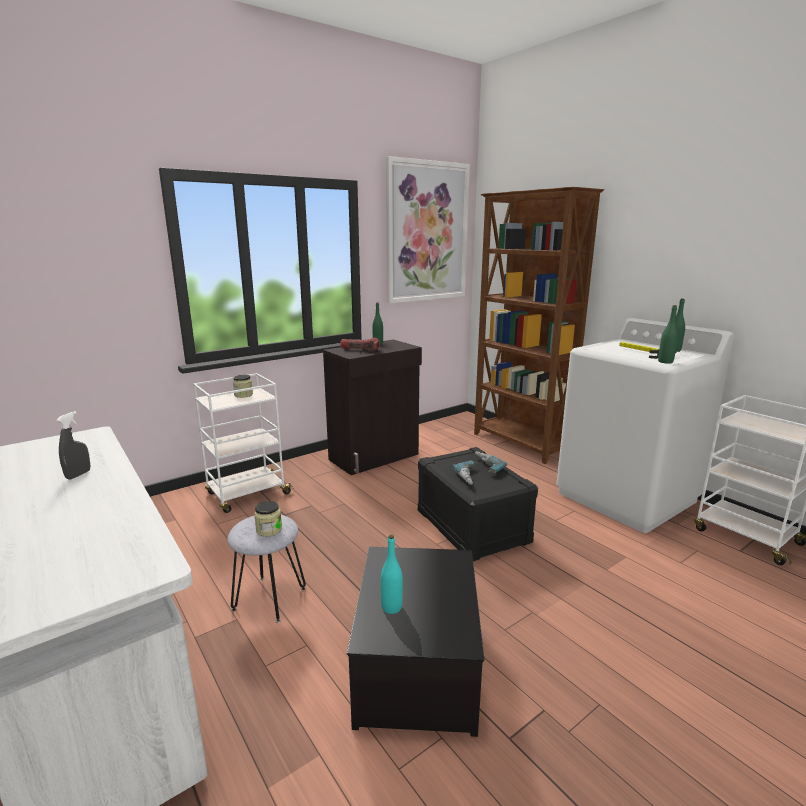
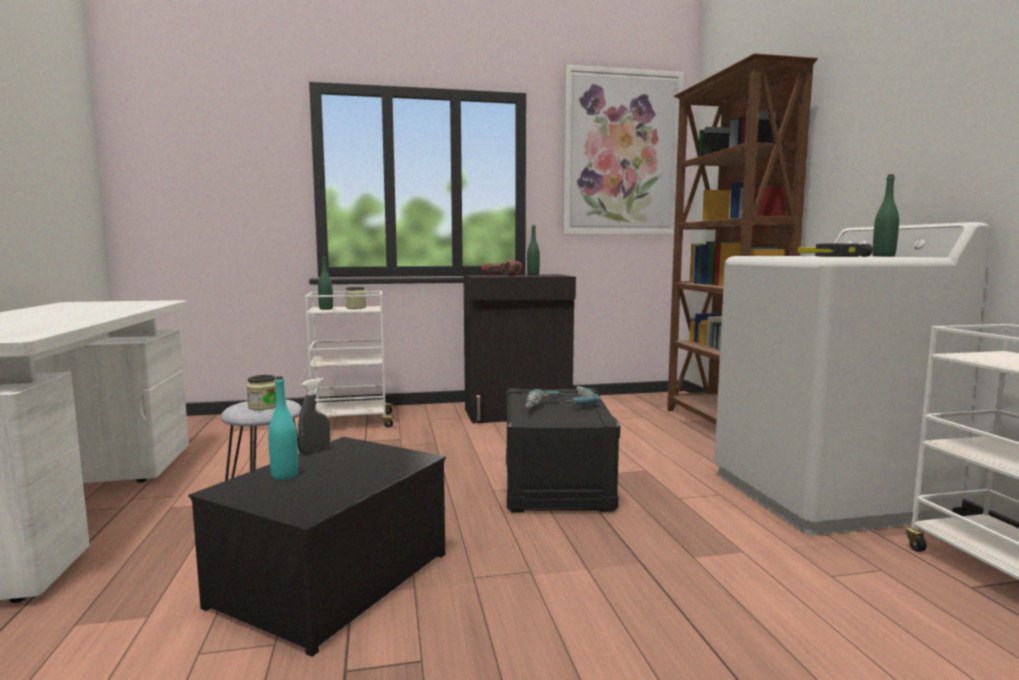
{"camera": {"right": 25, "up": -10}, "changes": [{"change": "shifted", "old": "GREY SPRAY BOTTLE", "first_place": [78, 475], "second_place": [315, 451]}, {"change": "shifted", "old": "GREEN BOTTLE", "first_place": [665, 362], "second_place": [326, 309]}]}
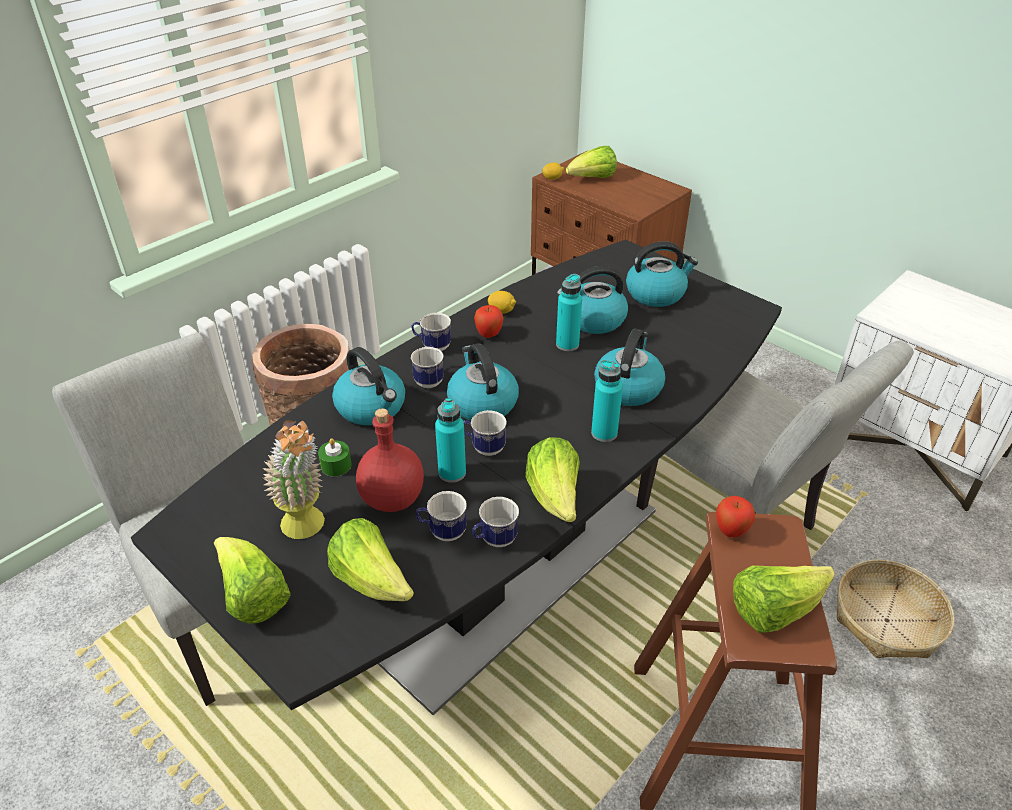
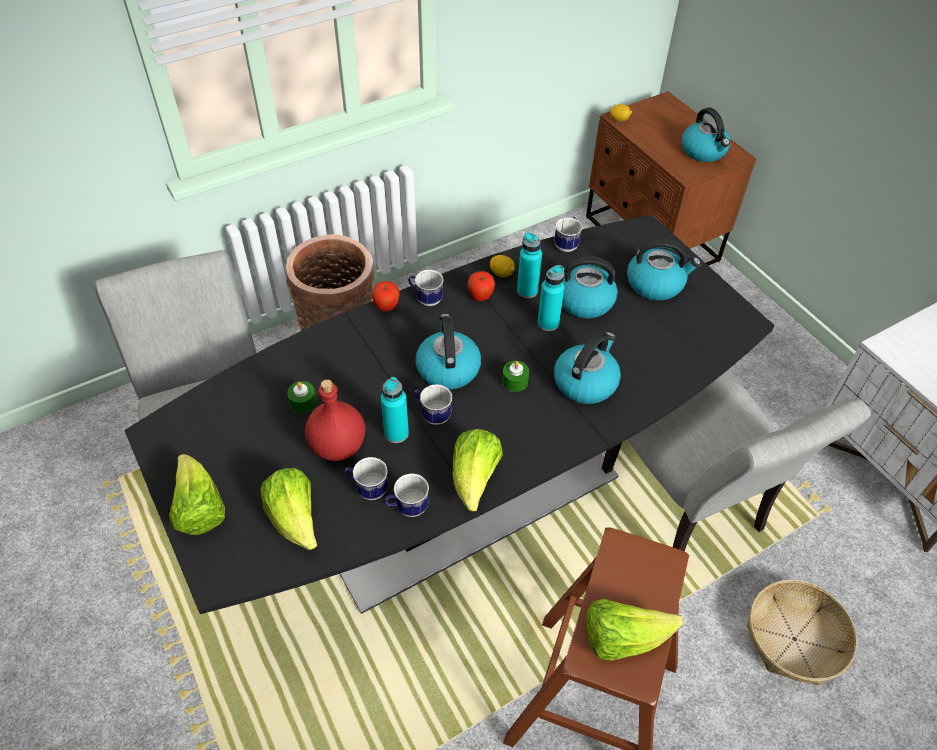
{"camera": {"right": 15, "up": 10}, "changes": [{"change": "gone", "old": "POTTED PLANT", "first_place": [308, 530]}, {"change": "gone", "old": "LETTUCE", "first_place": [592, 179]}, {"change": "new", "new": "GREEN CANDLE", "second_place": [515, 381]}, {"change": "shifted", "old": "KETTLE", "first_place": [372, 407], "second_place": [704, 151]}, {"change": "shifted", "old": "MUG", "first_place": [429, 379], "second_place": [567, 244]}, {"change": "shifted", "old": "TURQUOISE BOTTLE", "first_place": [604, 433], "second_place": [527, 291]}, {"change": "shifted", "old": "APPLE", "first_place": [731, 531], "second_place": [386, 307]}]}
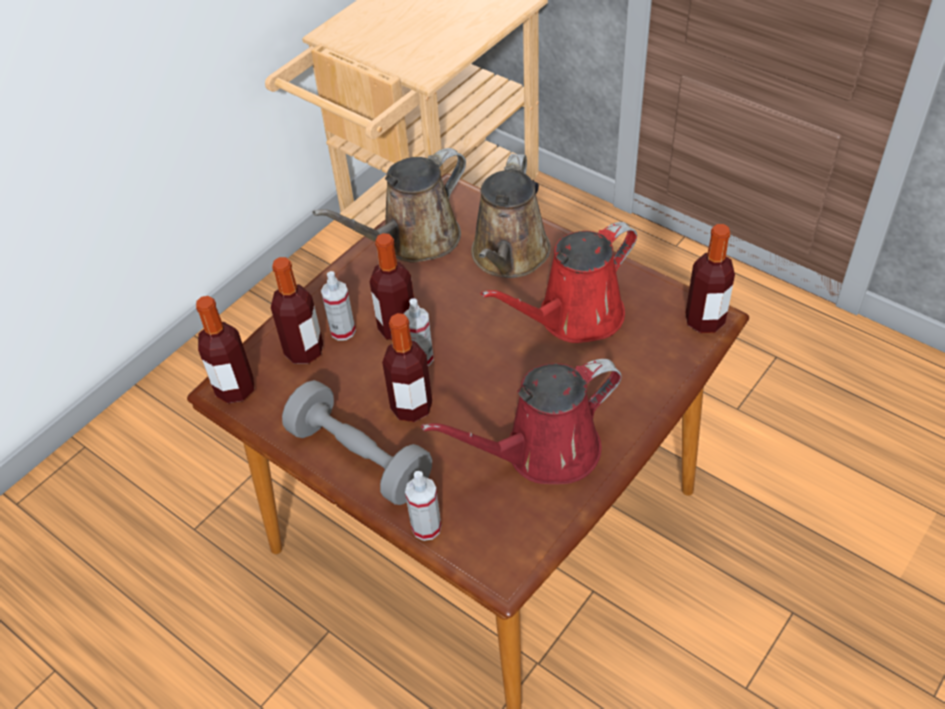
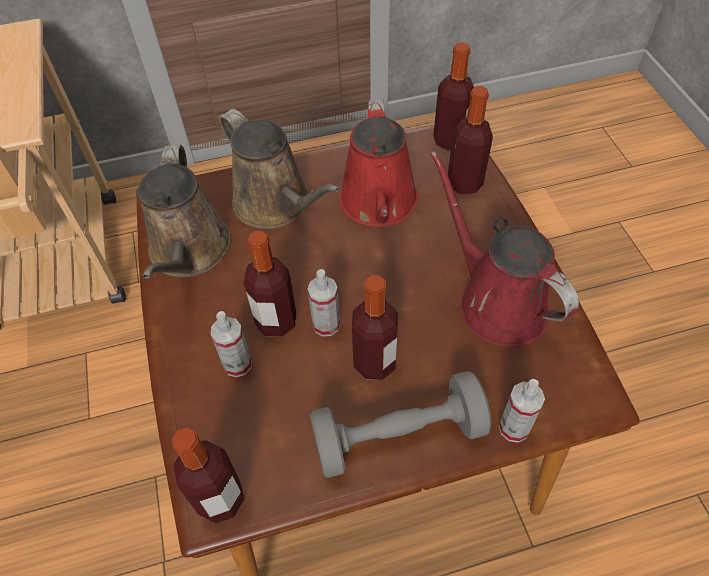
{"camera": {"right": -55, "up": 5}, "changes": [{"change": "shifted", "old": "BOTTLE", "first_place": [304, 351], "second_place": [464, 184]}, {"change": "rotated", "old": "RED WATERING CAN", "first_place": [543, 452], "second_place": [496, 301], "degrees": 135}]}
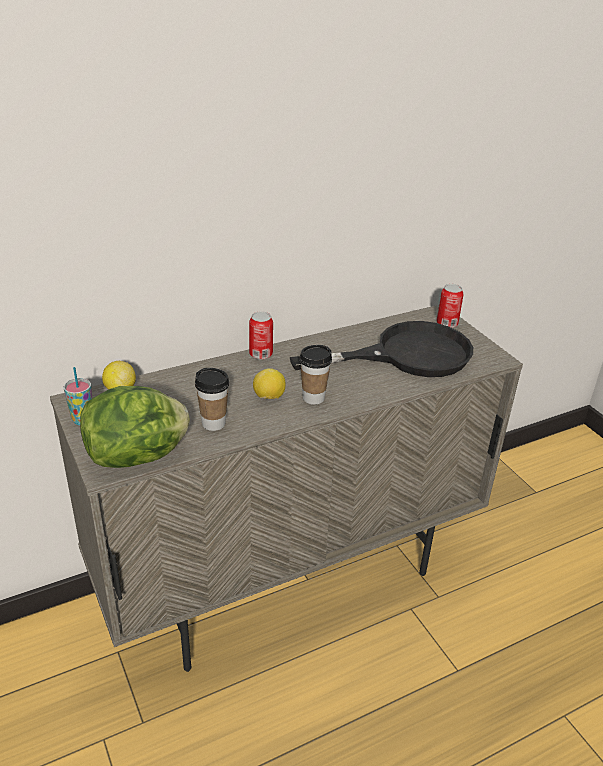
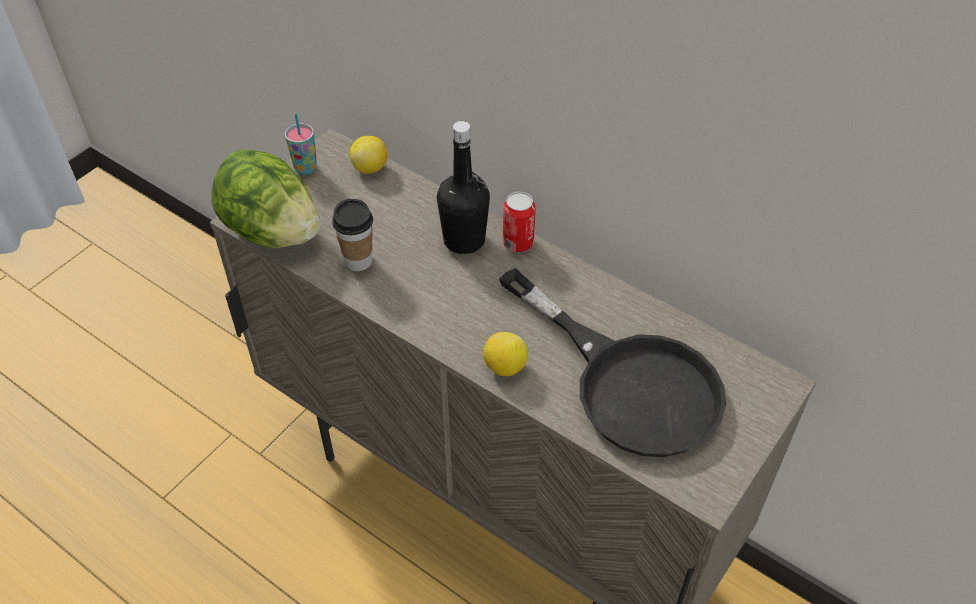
{"camera": {"right": 65, "up": 15}, "changes": [{"change": "gone", "old": "CUP", "first_place": [313, 398]}, {"change": "gone", "old": "CAN", "first_place": [447, 324]}, {"change": "new", "new": "BLACK BOTTLE", "second_place": [464, 240]}, {"change": "shifted", "old": "LEMON", "first_place": [269, 397], "second_place": [504, 367]}]}
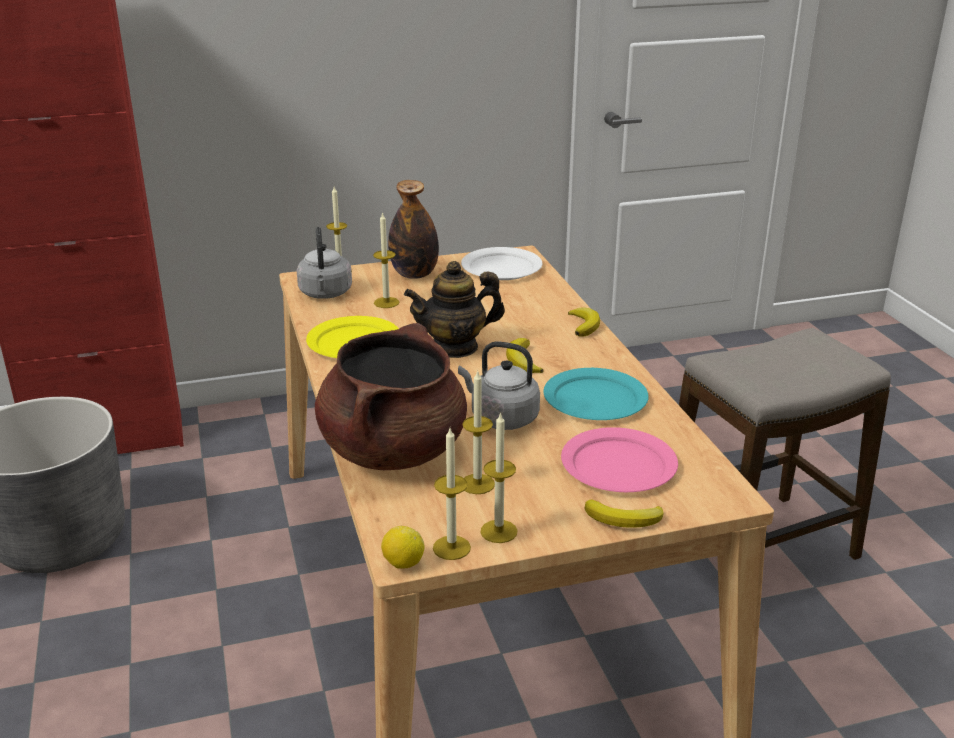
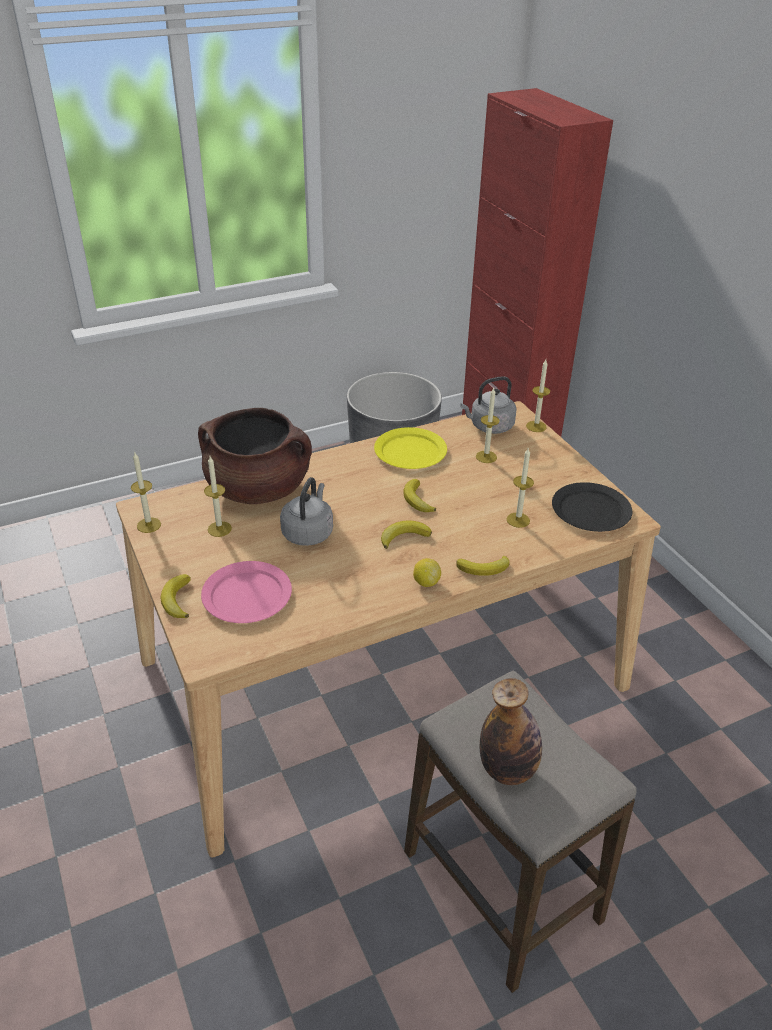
{"camera": {"right": 80, "up": 10}, "changes": [{"change": "gone", "old": "TURQUOISE PLATE", "first_place": [594, 399]}, {"change": "shifted", "old": "LEMON", "first_place": [403, 563], "second_place": [426, 582]}, {"change": "shifted", "old": "BOTTLE", "first_place": [414, 274], "second_place": [507, 769]}, {"change": "shifted", "old": "CANDLE", "first_place": [498, 531], "second_place": [518, 520]}, {"change": "swapped", "old": "TEAPOT", "new": "BANANA", "first_place": [455, 347], "second_place": [417, 500]}, {"change": "repainted", "old": "WHITE PLATE", "new": "BLACK PLATE", "first_place": [501, 267], "second_place": [591, 510]}]}
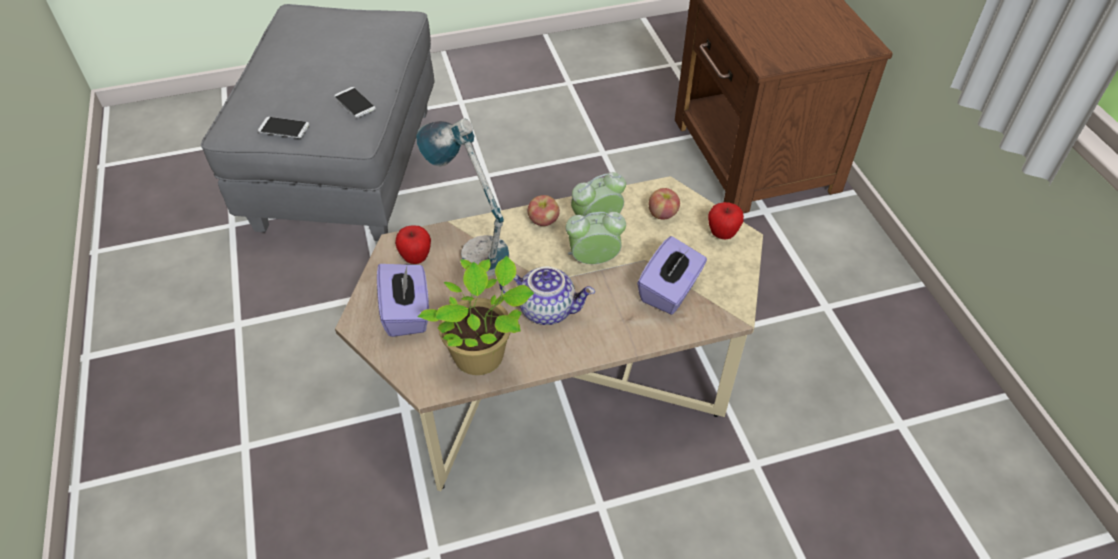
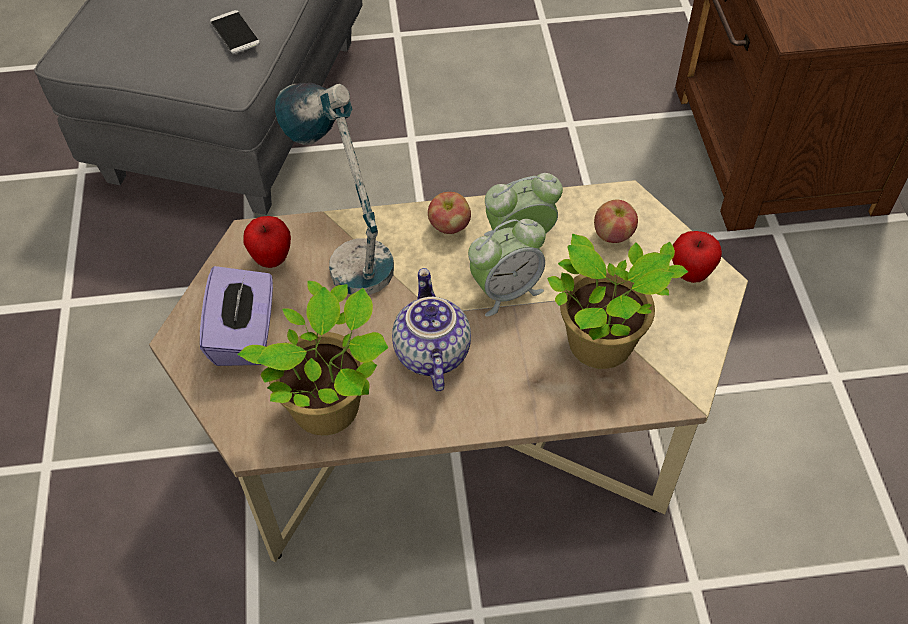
{"camera": {"right": 10, "up": 5}, "changes": [{"change": "gone", "old": "PHONE", "first_place": [284, 128]}, {"change": "swapped", "old": "PURPLE TISSUE BOX", "new": "POTTED PLANT", "first_place": [670, 291], "second_place": [601, 348]}, {"change": "rotated", "old": "TEAPOT", "first_place": [547, 309], "second_place": [430, 352], "degrees": -120}, {"change": "rotated", "old": "ALARM CLOCK", "first_place": [594, 260], "second_place": [506, 290], "degrees": 150}]}
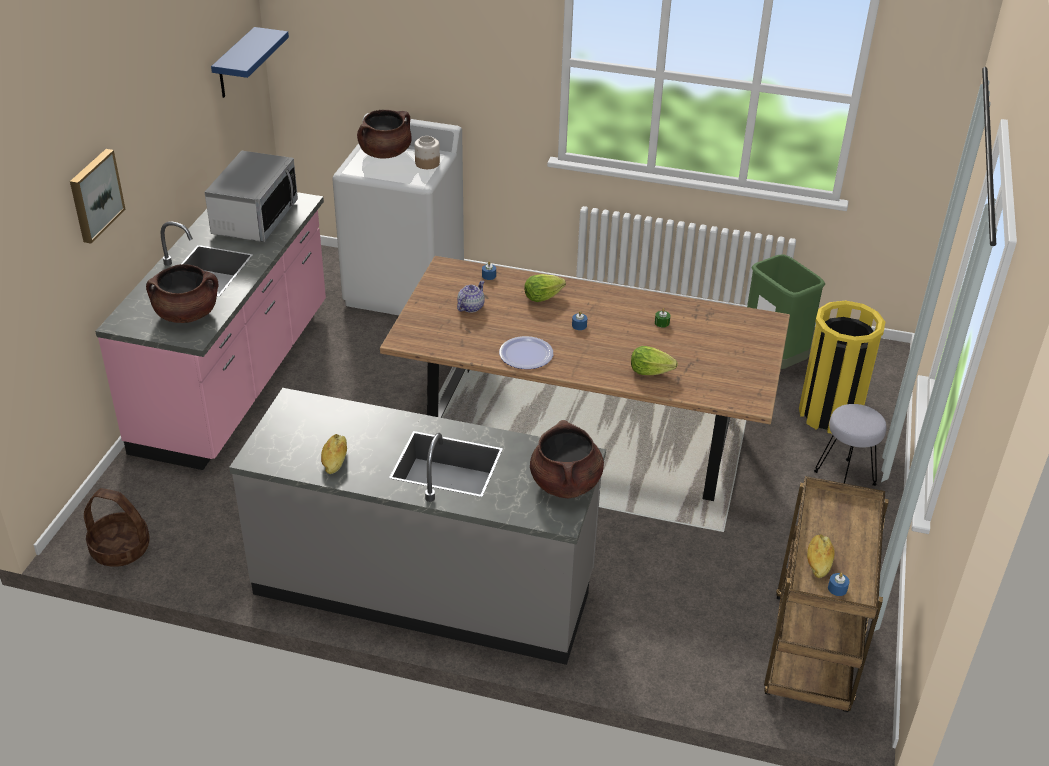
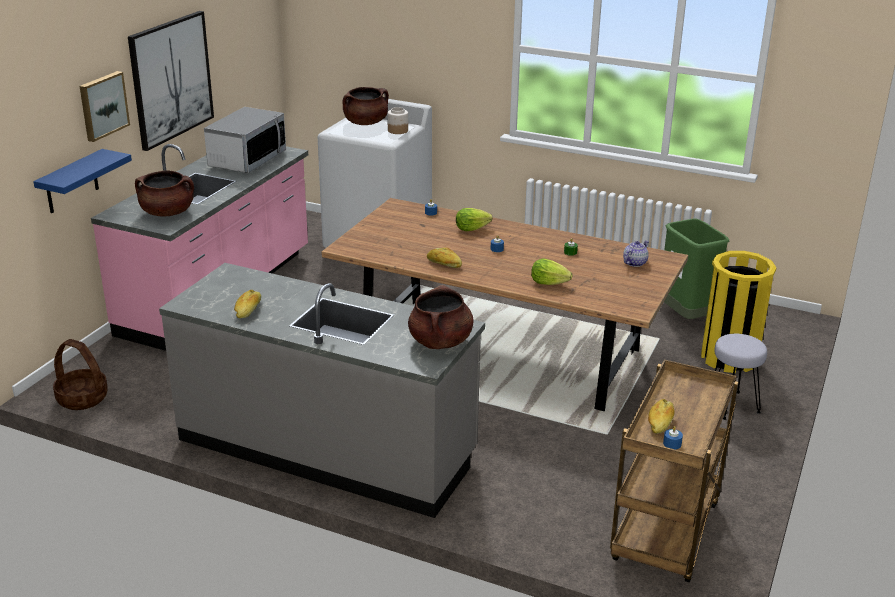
{"camera": {"right": 10, "up": -10}, "changes": [{"change": "new", "new": "PICTURE", "second_place": [171, 79]}, {"change": "shifted", "old": "BLUE SHELF", "first_place": [235, 64], "second_place": [71, 182]}, {"change": "shifted", "old": "TEAPOT", "first_place": [470, 307], "second_place": [634, 263]}, {"change": "swapped", "old": "PLATE", "new": "BREAD", "first_place": [526, 354], "second_place": [444, 264]}]}
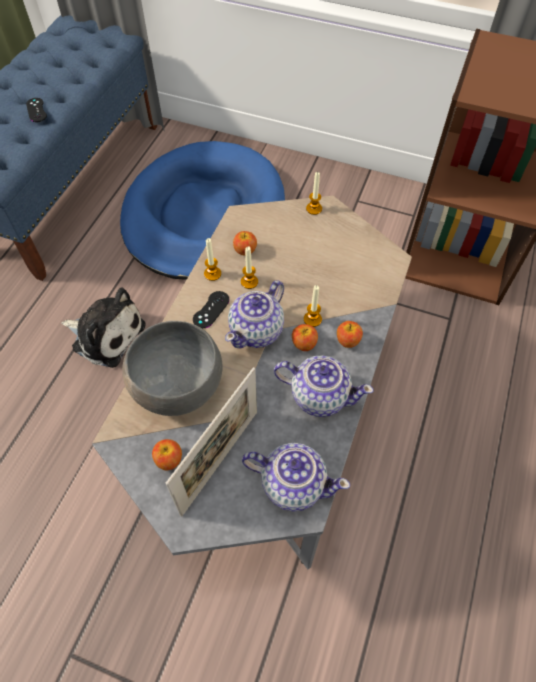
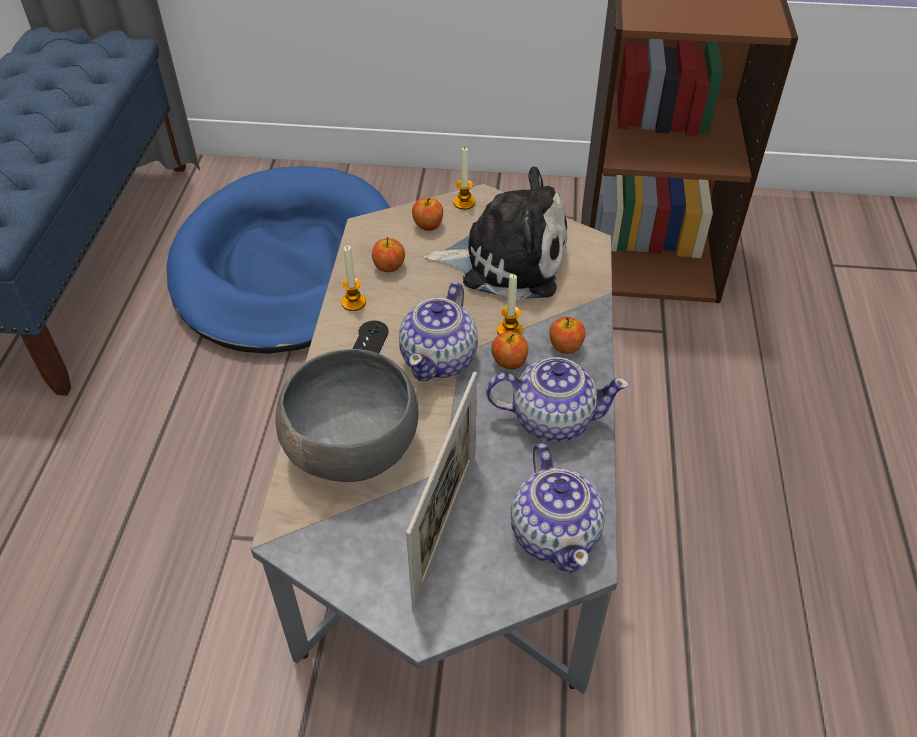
{"camera": {"right": -15, "up": -10}, "changes": [{"change": "gone", "old": "BLACK GAME CONTROLLER", "first_place": [36, 110]}, {"change": "gone", "old": "CANDLE", "first_place": [249, 282]}, {"change": "shifted", "old": "PLUSH TOY", "first_place": [106, 334], "second_place": [506, 260]}, {"change": "shifted", "old": "APPLE", "first_place": [169, 459], "second_place": [428, 225]}, {"change": "rotated", "old": "TEAPOT", "first_place": [292, 483], "second_place": [555, 533], "degrees": 75}]}
